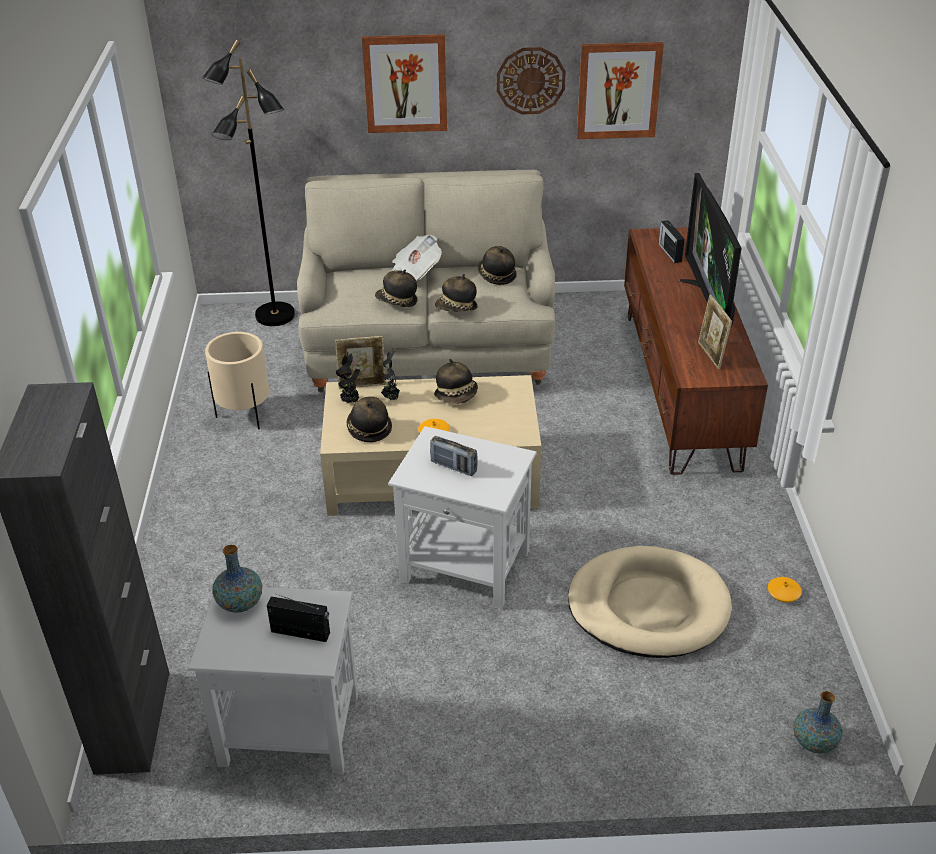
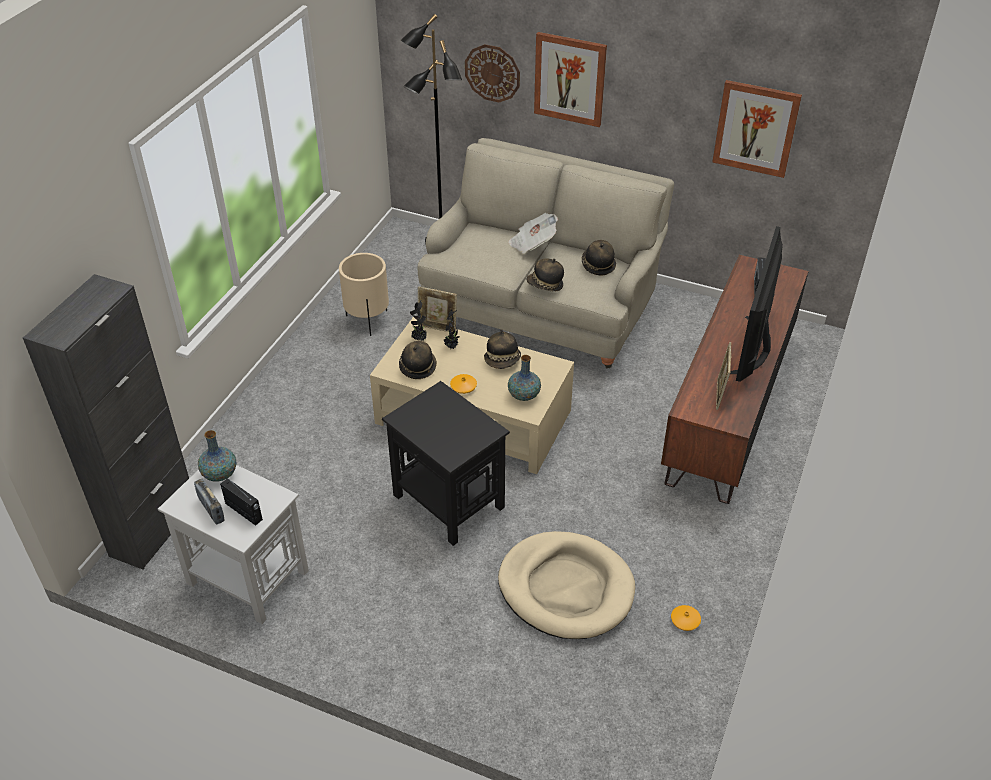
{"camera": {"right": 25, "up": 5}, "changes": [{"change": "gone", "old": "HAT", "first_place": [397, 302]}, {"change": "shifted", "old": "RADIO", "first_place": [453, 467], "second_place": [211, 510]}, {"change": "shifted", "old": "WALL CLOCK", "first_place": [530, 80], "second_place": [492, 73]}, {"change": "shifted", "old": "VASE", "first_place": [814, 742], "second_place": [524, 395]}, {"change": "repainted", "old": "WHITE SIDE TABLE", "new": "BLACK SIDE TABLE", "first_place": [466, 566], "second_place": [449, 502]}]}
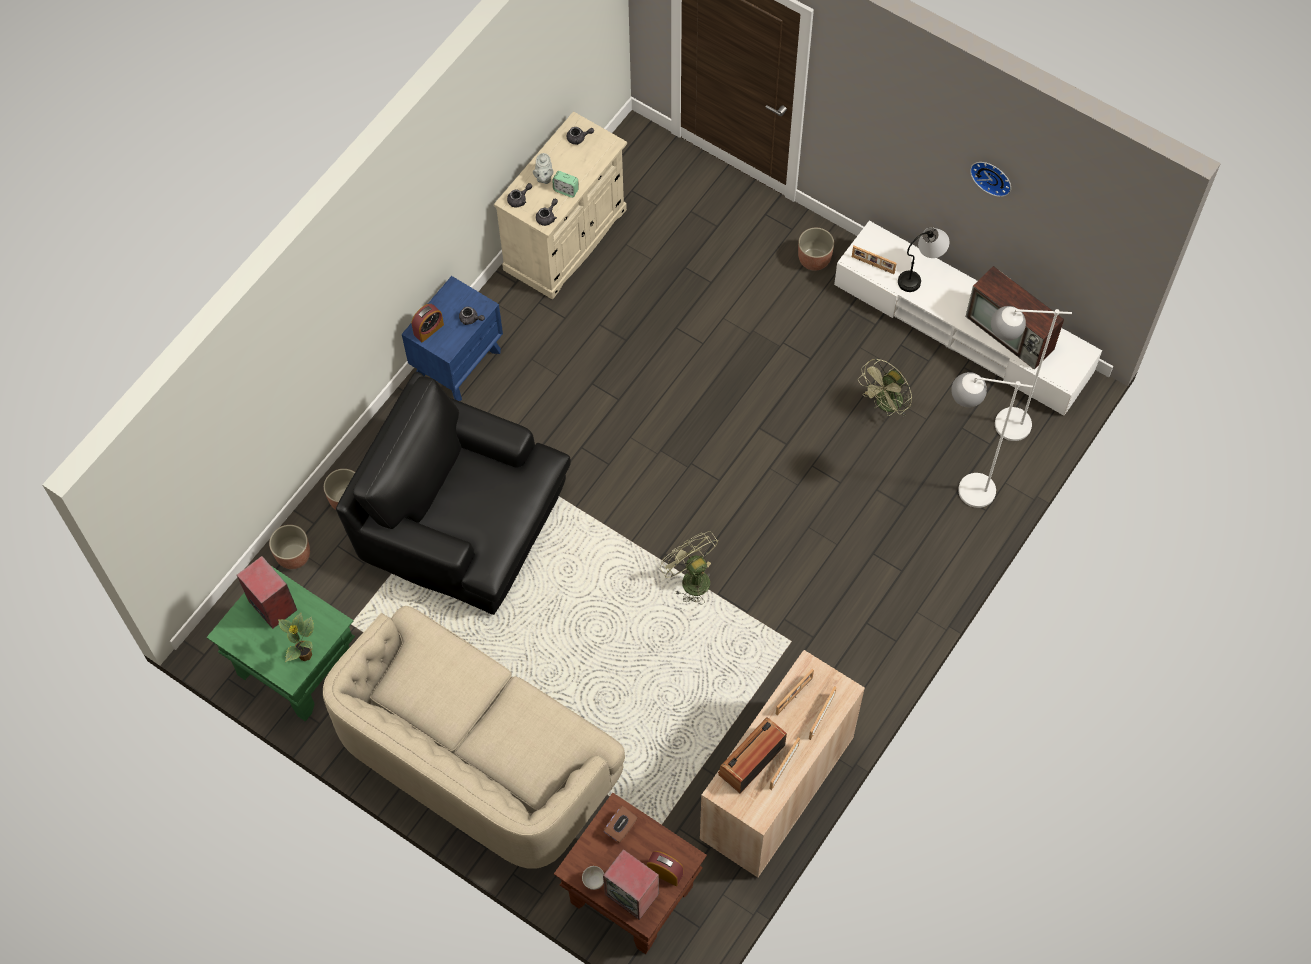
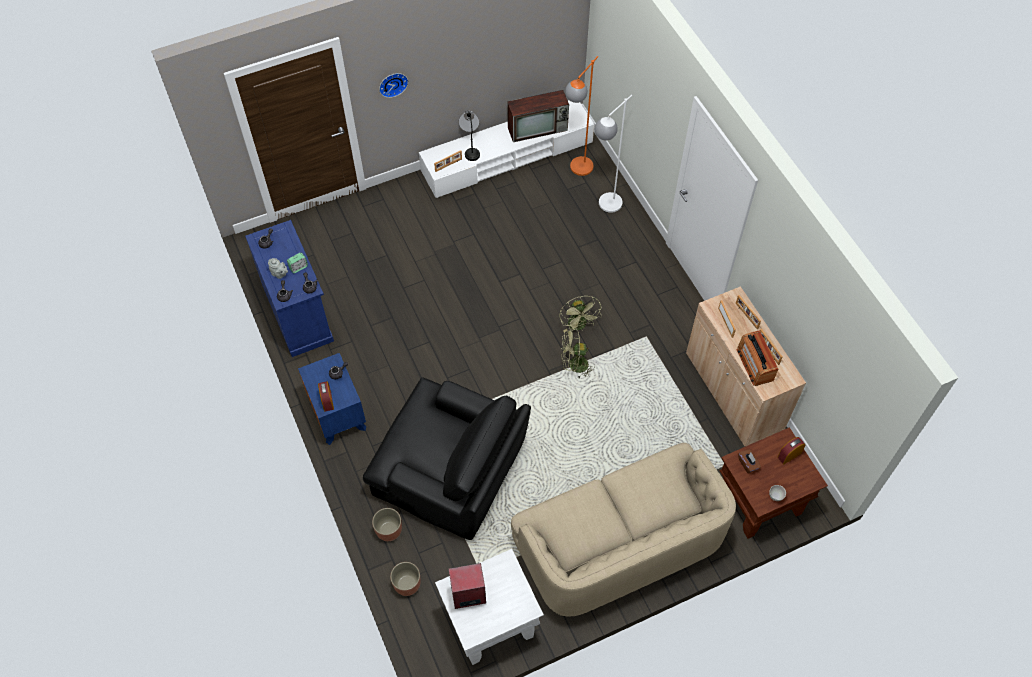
{"camera": {"right": -60, "up": -5}, "changes": [{"change": "gone", "old": "POTTED PLANT", "first_place": [305, 656]}, {"change": "gone", "old": "SPEAKER", "first_place": [633, 894]}, {"change": "gone", "old": "PLANTER", "first_place": [814, 259]}, {"change": "shifted", "old": "GREEN FAN", "first_place": [886, 405], "second_place": [579, 326]}, {"change": "shifted", "old": "WALL CLOCK", "first_place": [992, 176], "second_place": [392, 83]}, {"change": "repainted", "old": "GREEN SIDE TABLE", "new": "WHITE SIDE TABLE", "first_place": [296, 667], "second_place": [490, 623]}, {"change": "repainted", "old": "BEIGE CABINET", "new": "BLUE CABINET", "first_place": [565, 240], "second_place": [298, 313]}, {"change": "repainted", "old": "WHITE FLOOR LAMP", "new": "ORANGE FLOOR LAMP", "first_place": [999, 424], "second_place": [577, 172]}, {"change": "rotated", "old": "BLACK ARMCHAIR", "first_place": [461, 520], "second_place": [450, 469], "degrees": -120}]}
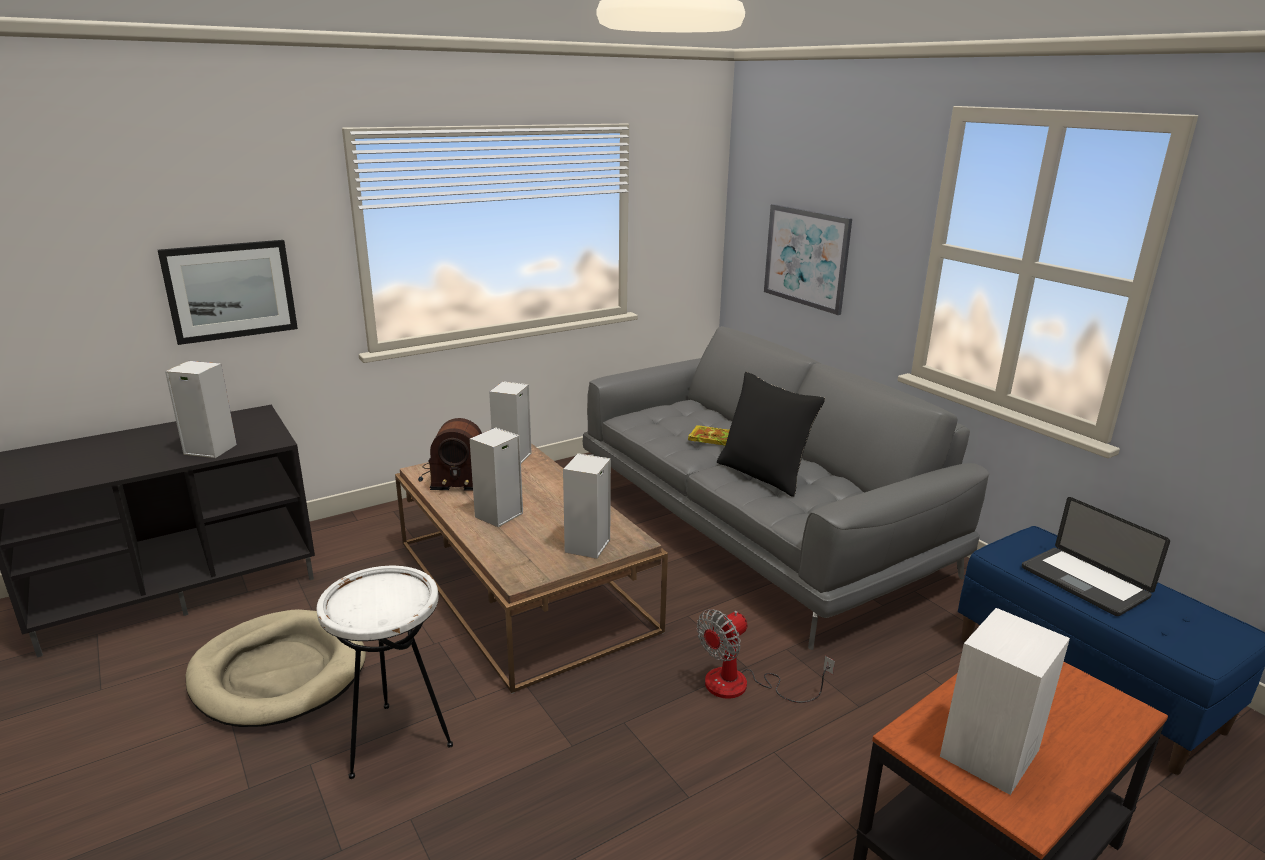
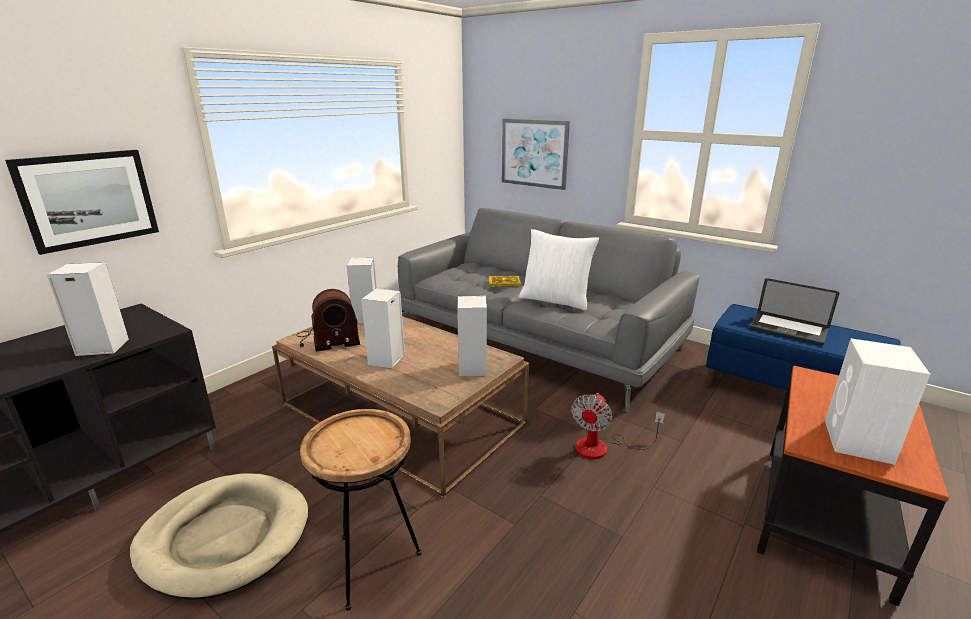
{"camera": {"right": -20, "up": 0}, "changes": [{"change": "repainted", "old": "WHITE SIDE TABLE", "new": "BROWN SIDE TABLE", "first_place": [396, 742], "second_place": [371, 564]}, {"change": "repainted", "old": "BLACK PILLOW", "new": "WHITE PILLOW", "first_place": [764, 474], "second_place": [556, 300]}]}
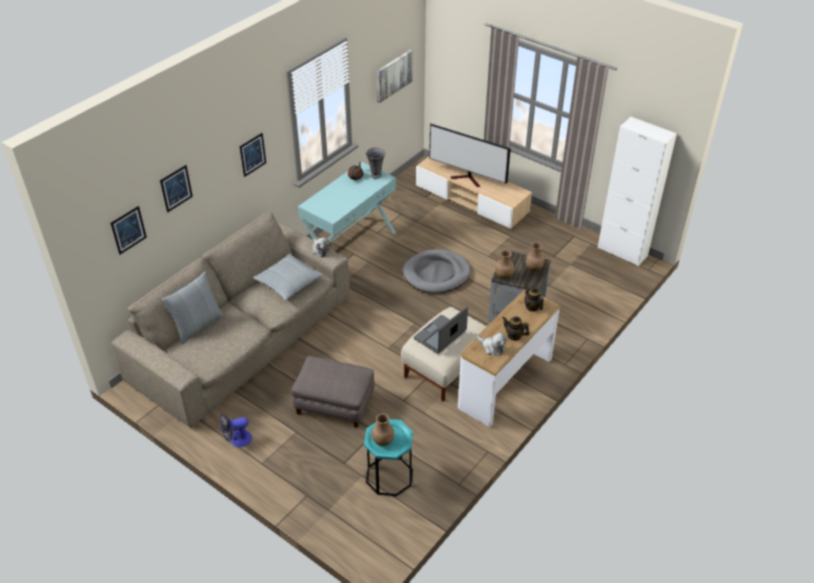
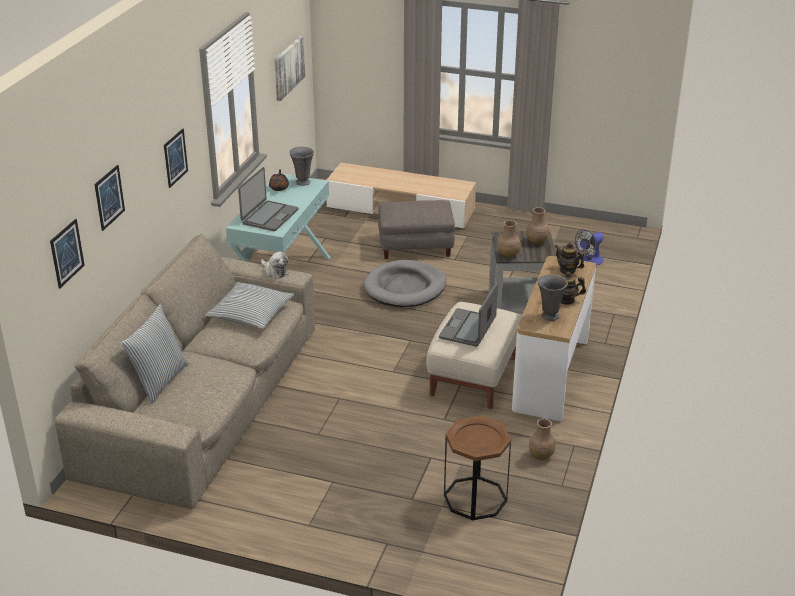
{"camera": {"right": -20, "up": -10}, "changes": [{"change": "gone", "old": "TELEVISION", "first_place": [468, 179]}, {"change": "gone", "old": "WHITE CABINET", "first_place": [622, 251]}, {"change": "new", "new": "LAPTOP", "second_place": [269, 216]}, {"change": "shifted", "old": "FAN", "first_place": [236, 440], "second_place": [589, 261]}, {"change": "shifted", "old": "GREY OTTOMAN", "first_place": [334, 404], "second_place": [415, 246]}, {"change": "shifted", "old": "BROWN VASE", "first_place": [383, 440], "second_place": [541, 455]}, {"change": "swapped", "old": "PLUSH TOY", "new": "GREY VASE", "first_place": [492, 348], "second_place": [549, 316]}, {"change": "repainted", "old": "TURQUOISE SIDE TABLE", "new": "BROWN SIDE TABLE", "first_place": [389, 476], "second_place": [475, 498]}]}
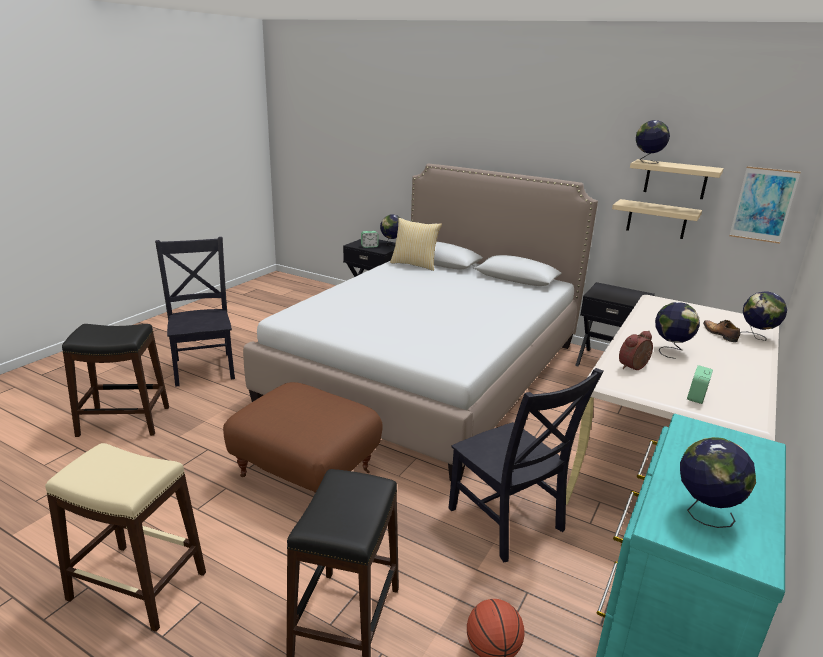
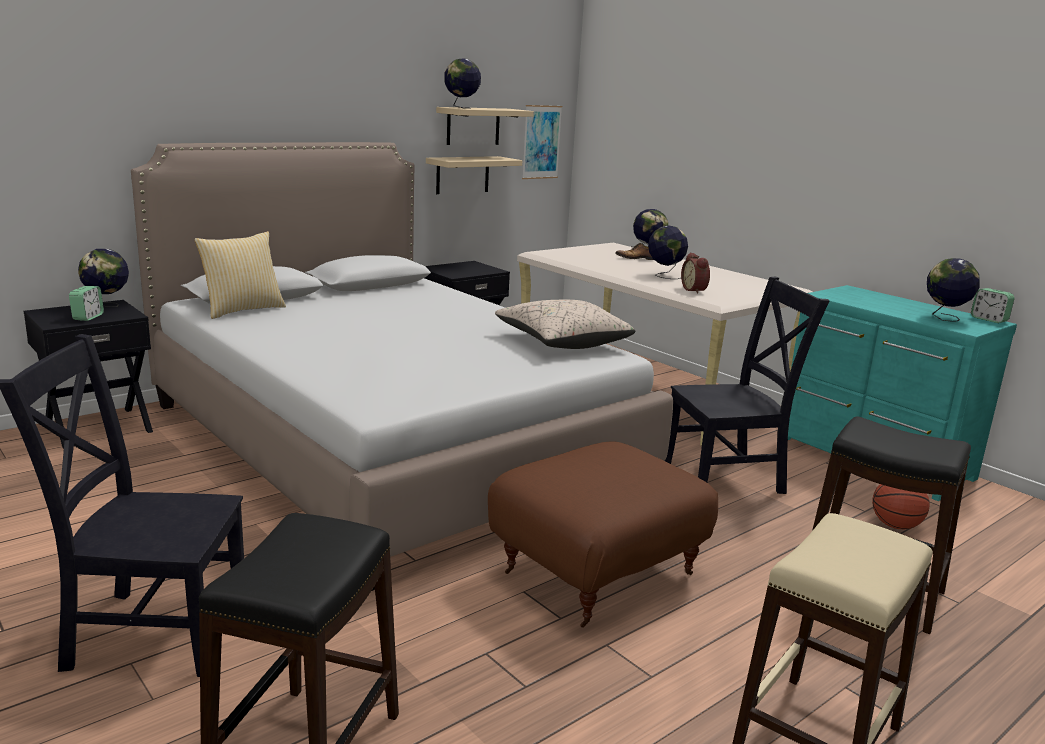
{"camera": {"right": -70, "up": -5}, "changes": [{"change": "new", "new": "BEIGE PILLOW", "second_place": [562, 342]}, {"change": "shifted", "old": "ALARM CLOCK", "first_place": [696, 397], "second_place": [989, 319]}]}
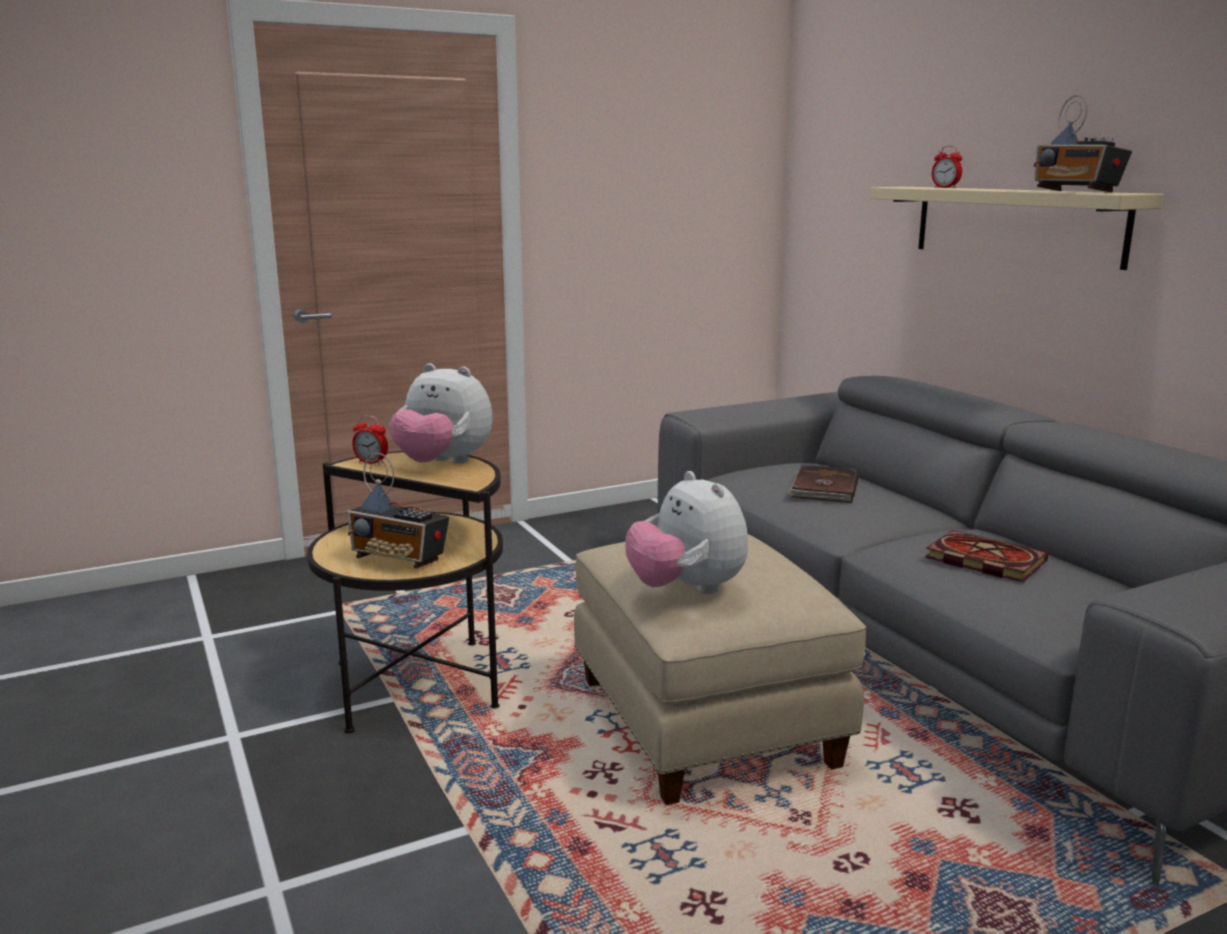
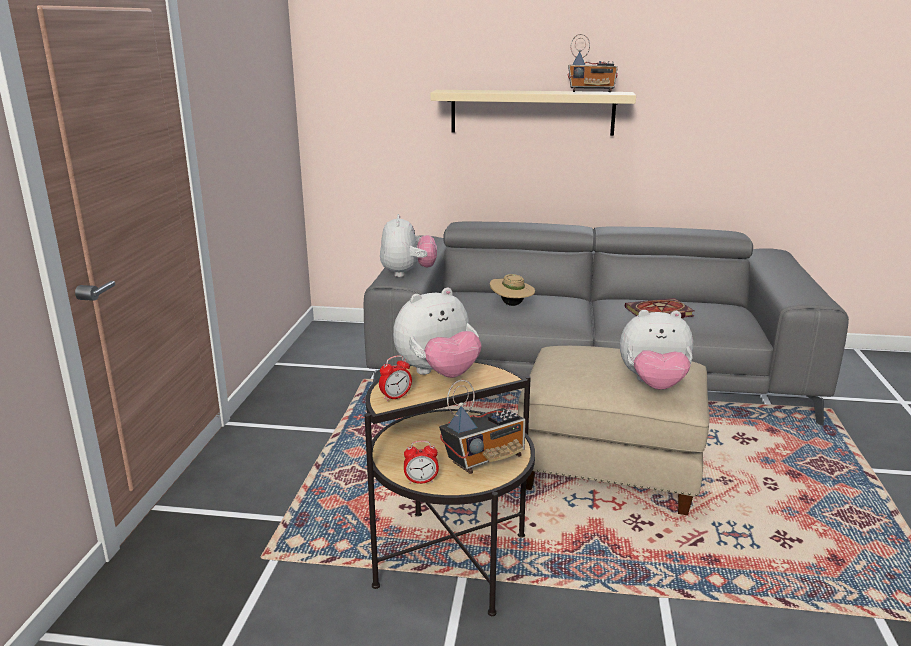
{"camera": {"right": -55, "up": 5}, "changes": [{"change": "new", "new": "PLUSH TOY", "second_place": [407, 273]}, {"change": "shifted", "old": "ALARM CLOCK", "first_place": [945, 188], "second_place": [421, 481]}, {"change": "swapped", "old": "BROWN BOOK", "new": "BEIGE HAT", "first_place": [823, 488], "second_place": [512, 305]}]}
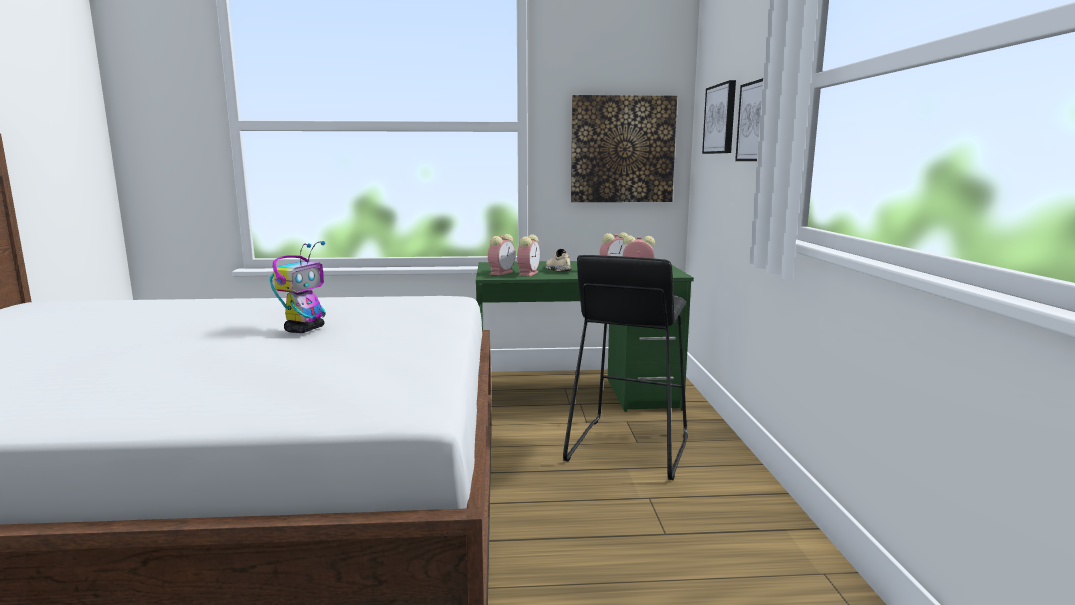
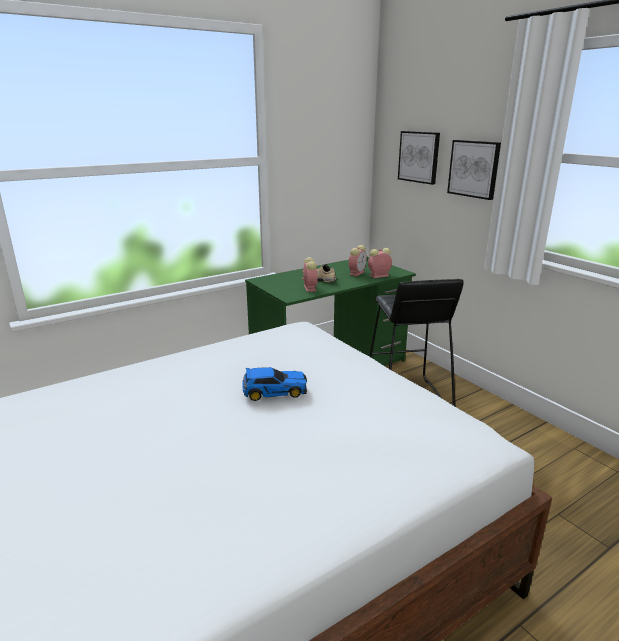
{"camera": {"right": -30, "up": 10}, "changes": [{"change": "gone", "old": "ALARM CLOCK", "first_place": [502, 273]}, {"change": "gone", "old": "PICTURE", "first_place": [622, 149]}, {"change": "swapped", "old": "TOY ROBOT", "new": "TOY CAR", "first_place": [305, 329], "second_place": [273, 391]}]}
